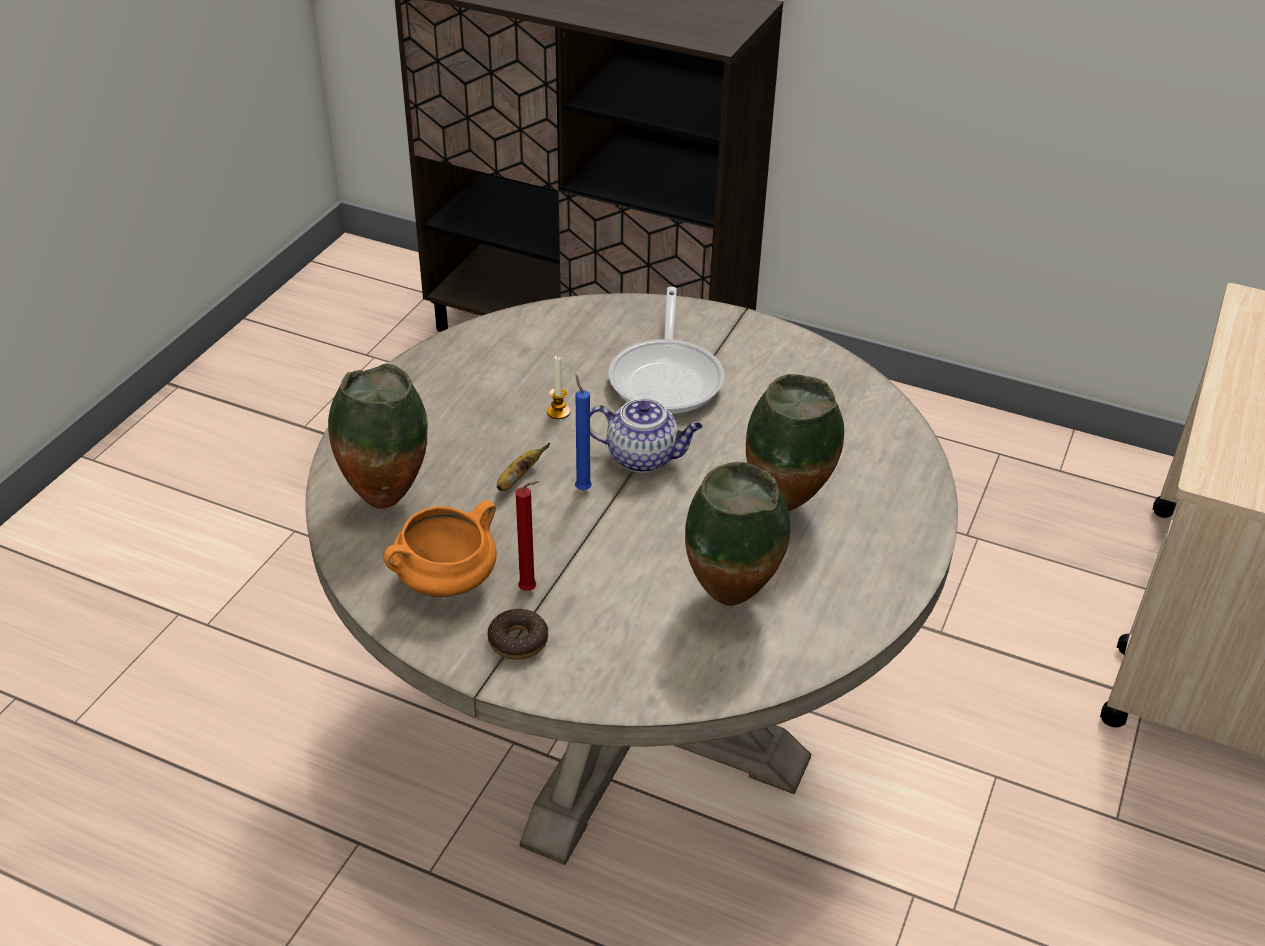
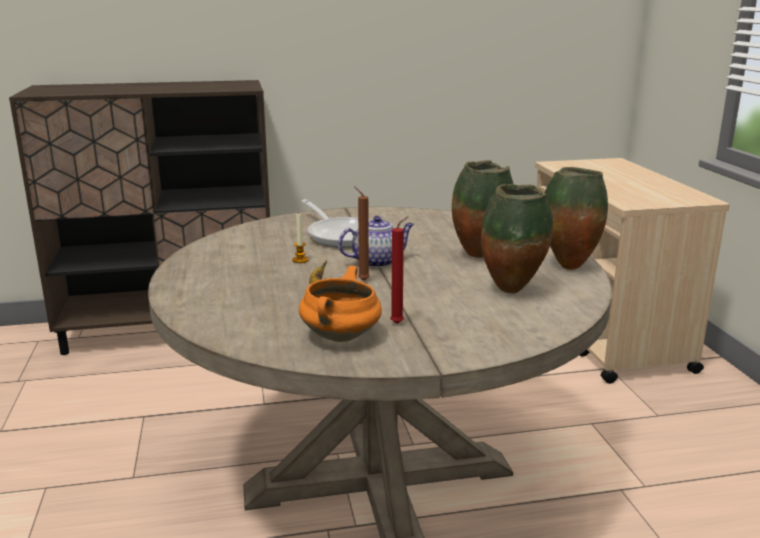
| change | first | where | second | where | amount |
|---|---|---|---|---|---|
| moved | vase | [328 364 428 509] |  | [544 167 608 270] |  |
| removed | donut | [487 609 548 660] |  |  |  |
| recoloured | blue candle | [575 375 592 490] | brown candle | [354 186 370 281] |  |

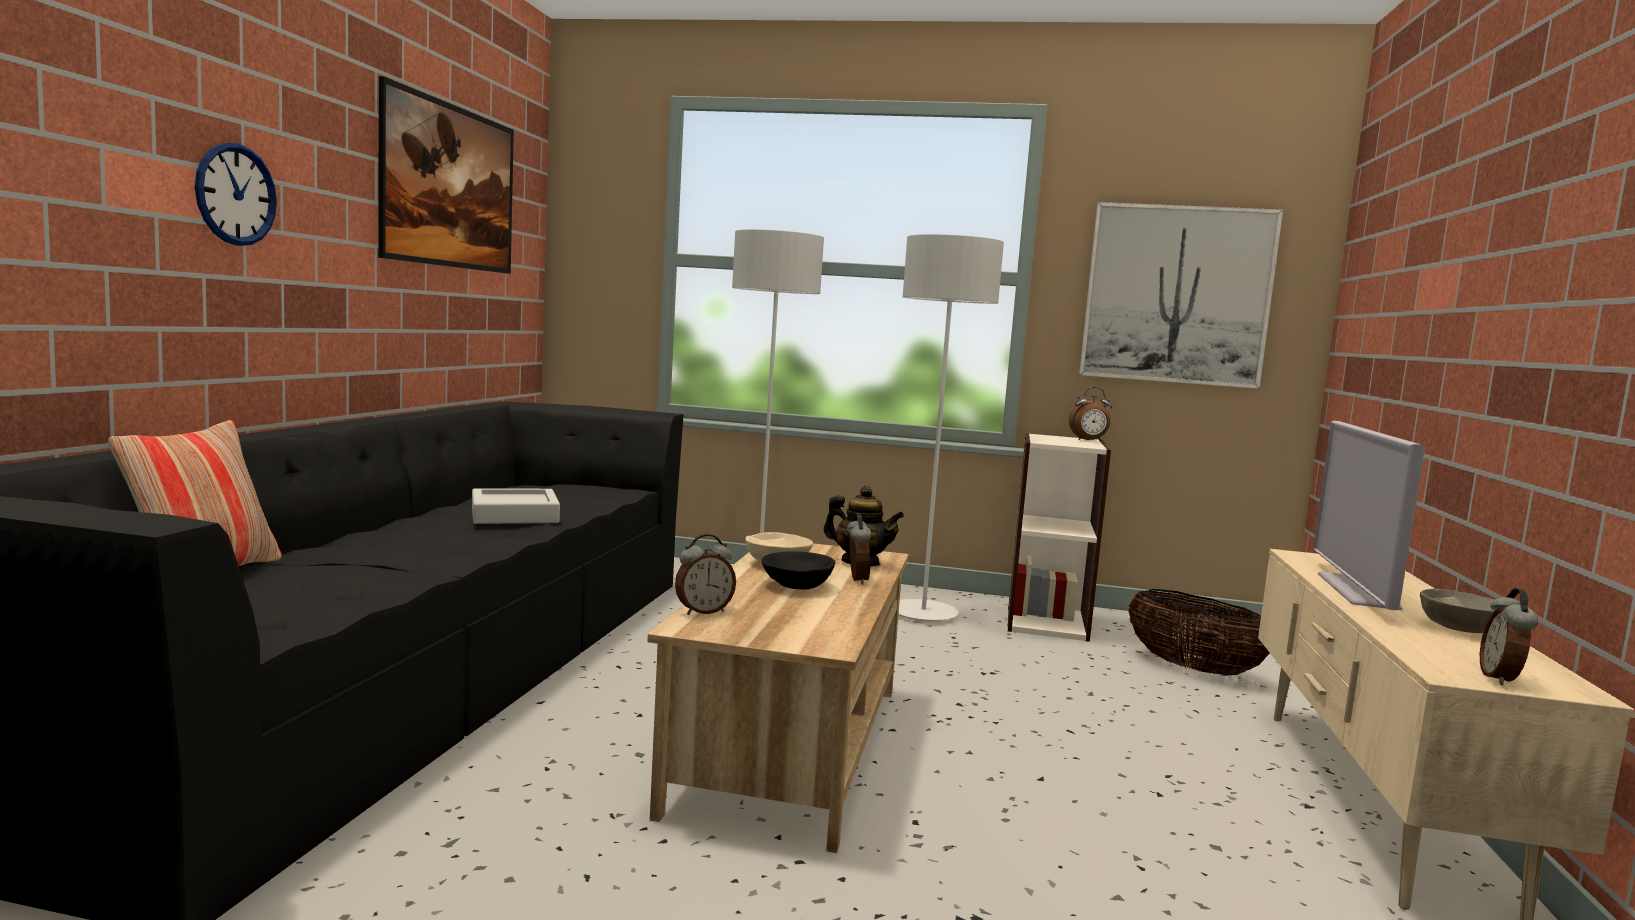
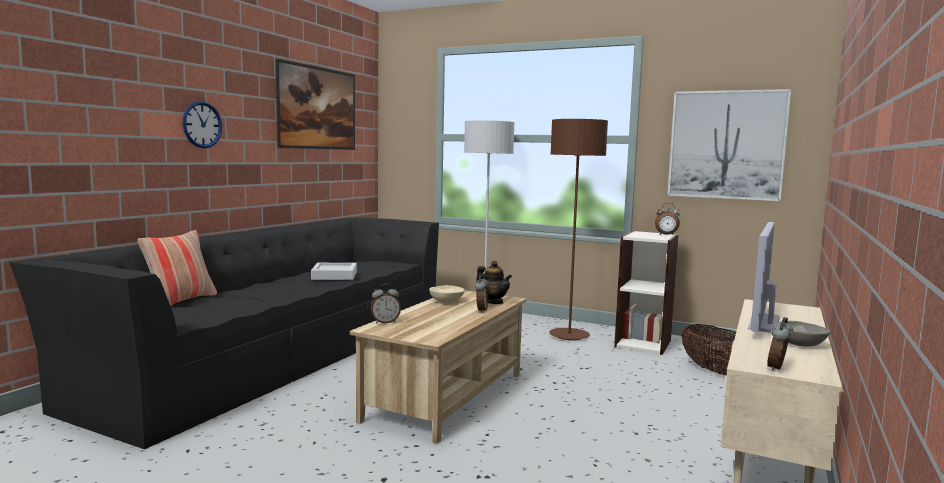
| change | first | where | second | where | amount |
|---|---|---|---|---|---|
| removed | black bowl | [761 551 835 590] |  |  |  |
| recoloured | grey floor lamp | [899 234 1004 622] | brown floor lamp | [549 119 608 340] |  |

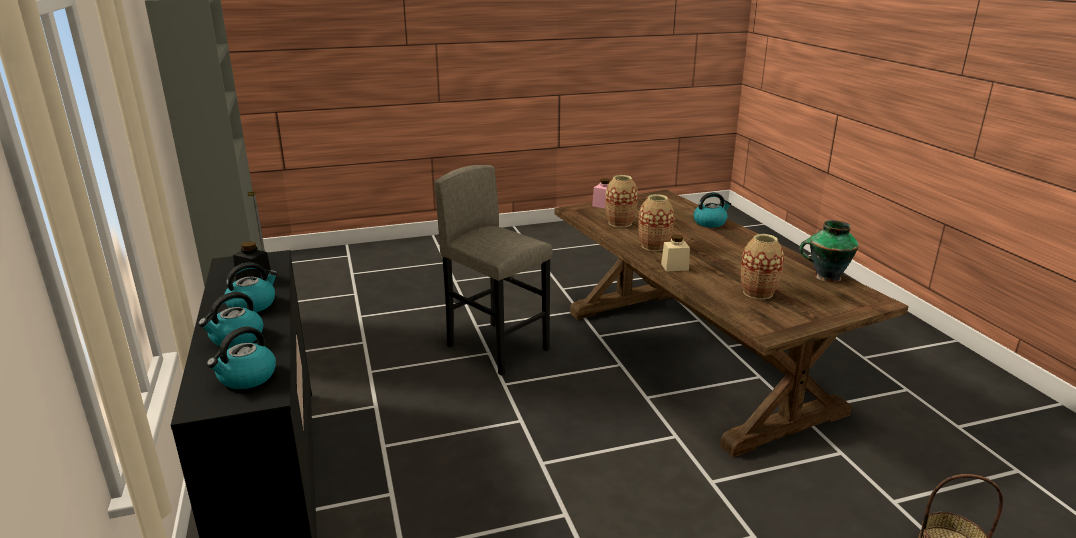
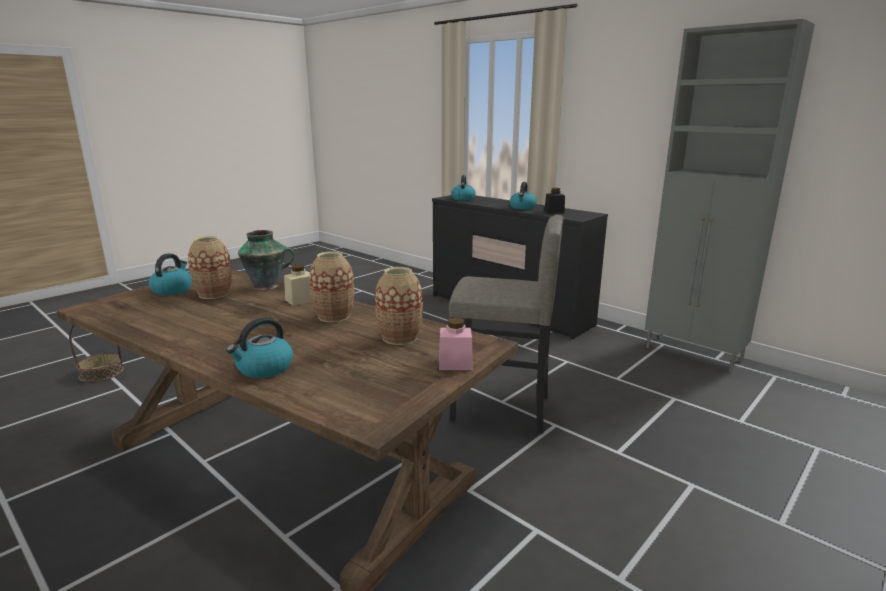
| change | first | where | second | where | amount |
|---|---|---|---|---|---|
| moved | kettle | [198 292 263 348] |  | [149 253 192 295] |  |
| moved | vase | [799 220 859 282] |  | [238 230 295 290] |  |

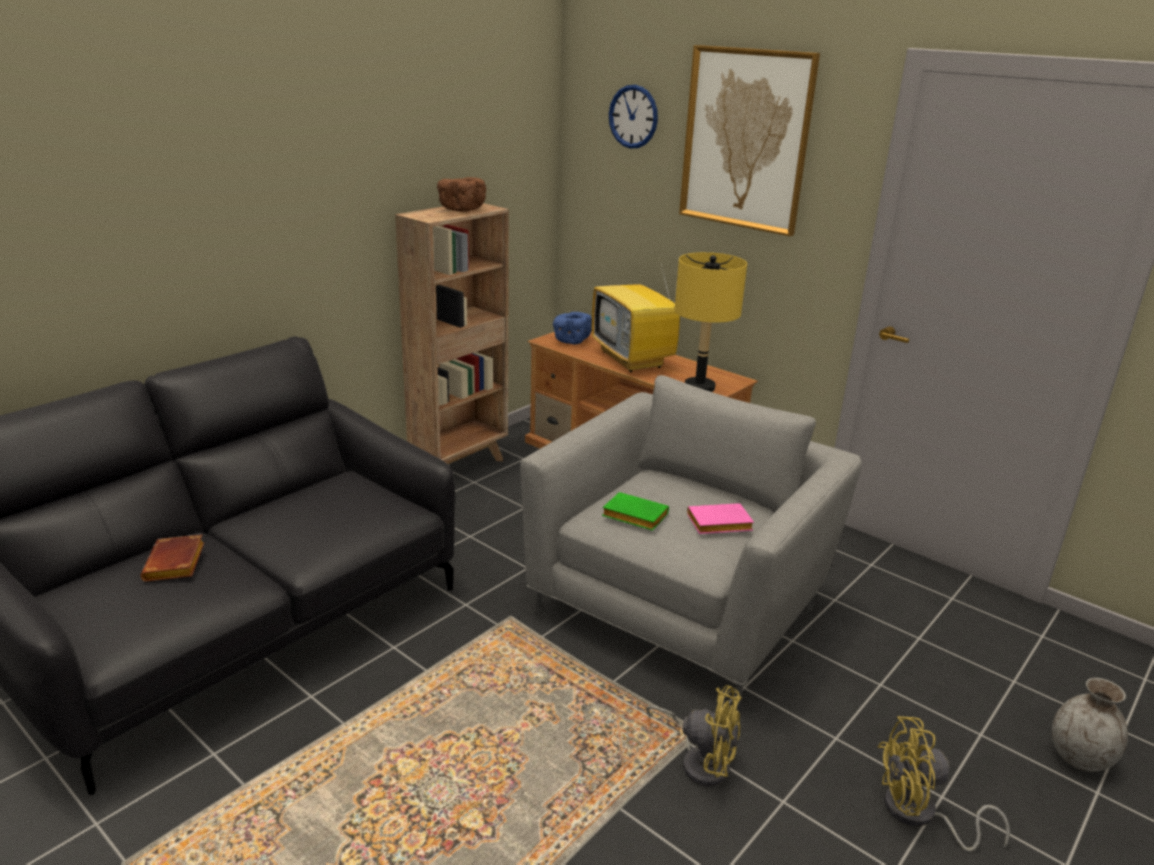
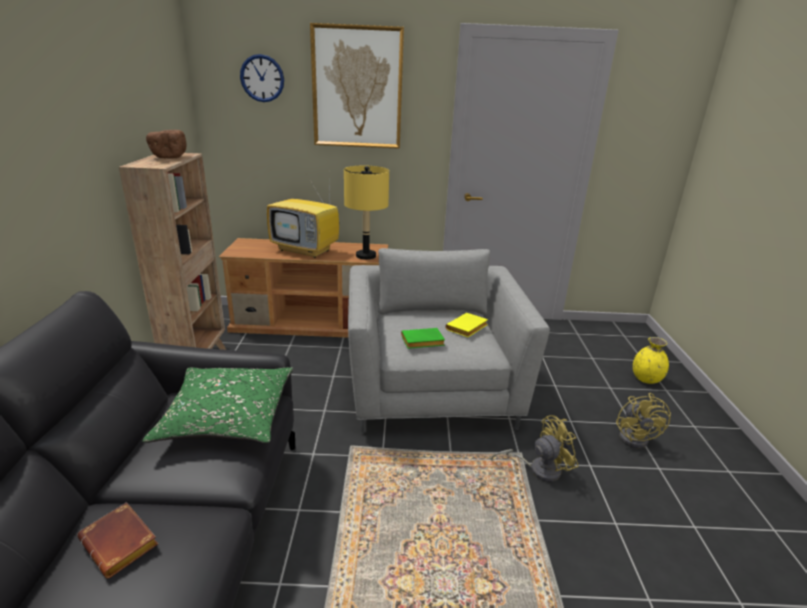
| change | first | where | second | where | amount |
|---|---|---|---|---|---|
| removed | blue bowl | [553 312 592 344] |  |  |  |
| recoloured | pink book | [687 503 754 534] | yellow book | [445 313 488 337] |  |
| turned | yellow fan | [877 716 1010 852] |  | [616 393 671 449] | 45 degrees counterclockwise |
| recoloured | grey vase | [1052 678 1128 772] | yellow vase | [633 337 669 384] |  |
| added |  |  | green pillow | [142 367 293 443] |  |

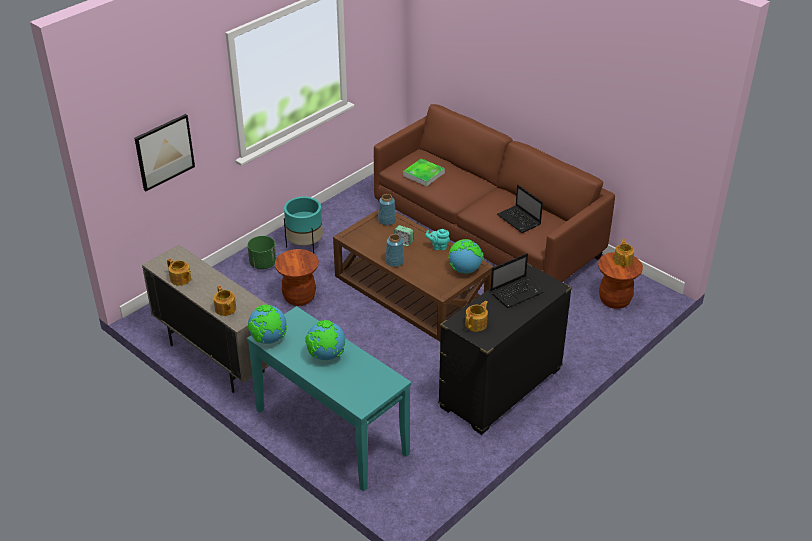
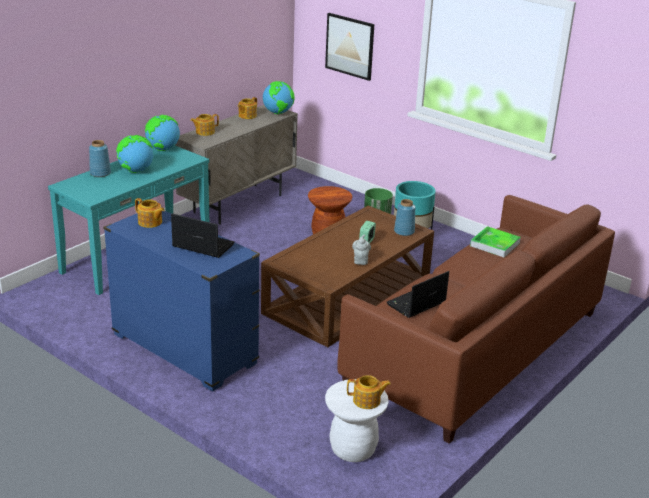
| change | first | where | second | where | amount |
|---|---|---|---|---|---|
| moved | blue vase | [385 234 404 267] |  | [89 140 111 177] |  |
| recoloured | turquoise teapot | [426 229 450 251] | grey teapot | [352 235 371 265] |  |
| recoloured | black dresser | [438 263 572 435] | blue dresser | [103 211 260 392] |  |
| moved | globe | [448 239 484 274] |  | [263 81 295 114] |  |
| turned | laptop | [490 253 543 308] |  | [171 213 234 258] | 150 degrees clockwise |
| recoloured | brown stool | [598 252 643 309] | white stool | [325 379 389 462] |  |

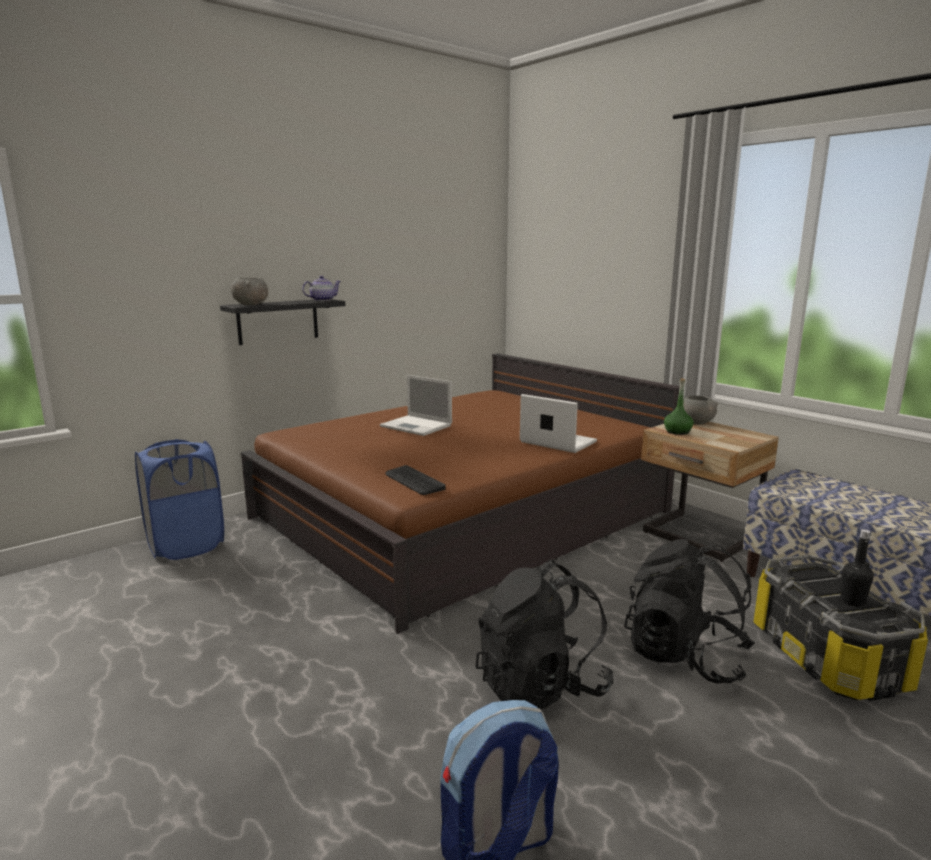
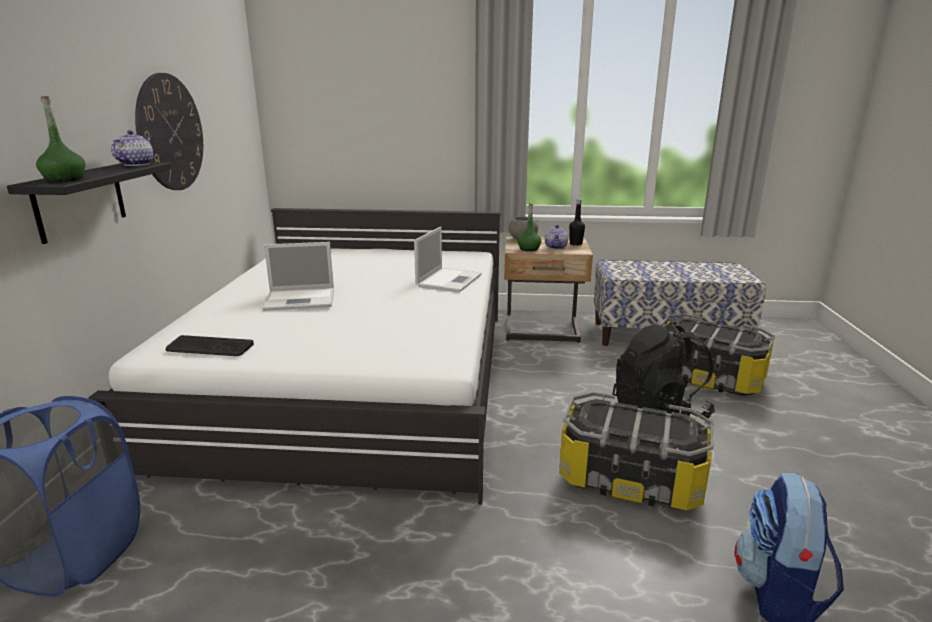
| change | first | where | second | where | amount |
|---|---|---|---|---|---|
| replaced | grey bowl | [231 278 268 305] | green bottle | [36 96 86 182] |  |
| recoloured | brown bed | [241 353 680 634] | white bed | [88 208 501 505] |  |
| moved | keyboard | [385 465 446 495] |  | [166 335 254 356] |  |
| replaced | black backpack | [476 560 614 709] | storage box | [559 392 714 510] |  |
| turned | laptop | [520 394 597 453] |  | [414 227 482 292] | 120 degrees clockwise |
| moved | black bottle | [840 529 874 607] |  | [569 199 585 246] |  |
| added |  |  | wall clock | [135 73 203 190] |  |
| added |  |  | teapot | [545 225 568 249] |  |

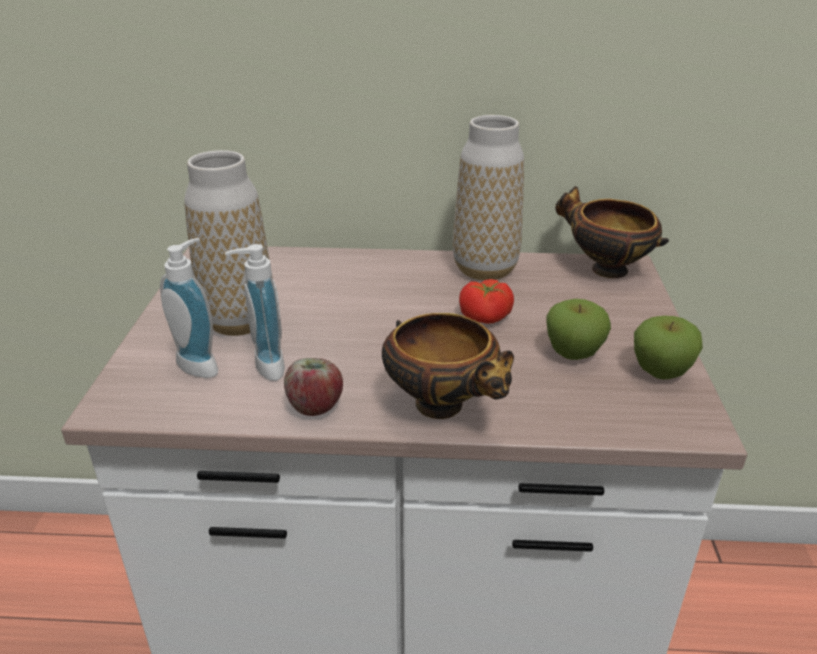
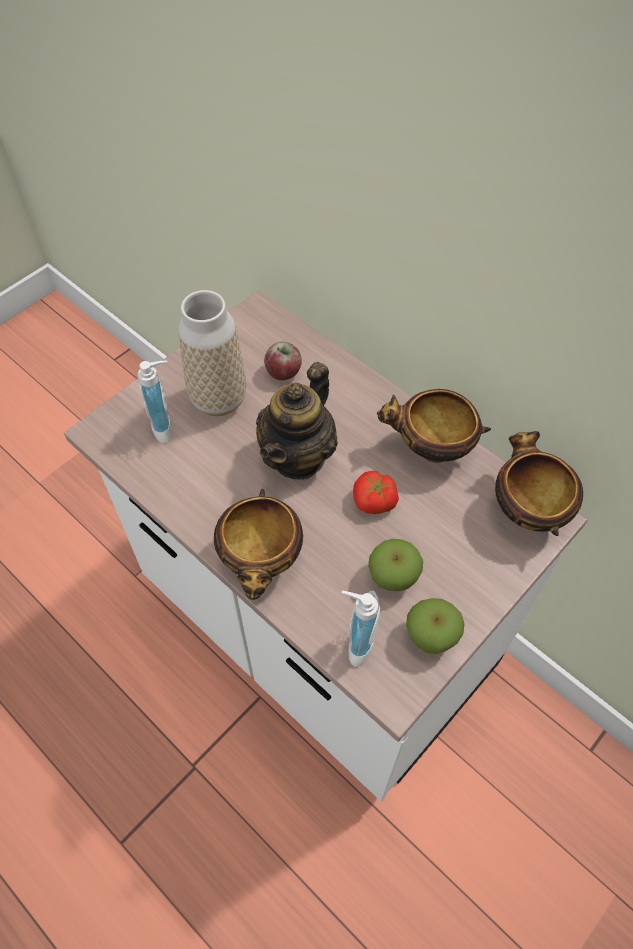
| change | first | where | second | where | amount |
|---|---|---|---|---|---|
| moved | soap dispenser | [225 244 285 381] |  | [341 591 380 666] |  |
| moved | apple | [284 358 343 416] |  | [264 342 302 380] |  |
| replaced | vase | [453 115 524 281] | bowl | [377 389 491 463] |  |
| added |  |  | teapot | [256 362 338 480] |  |

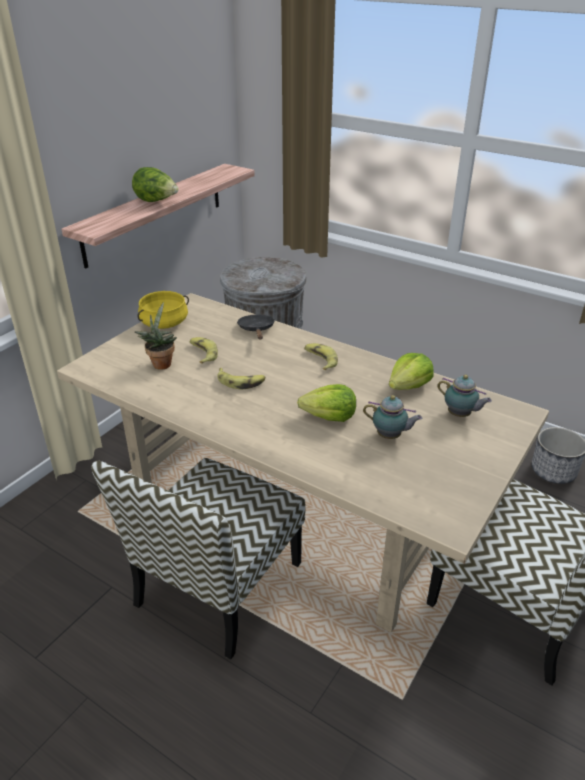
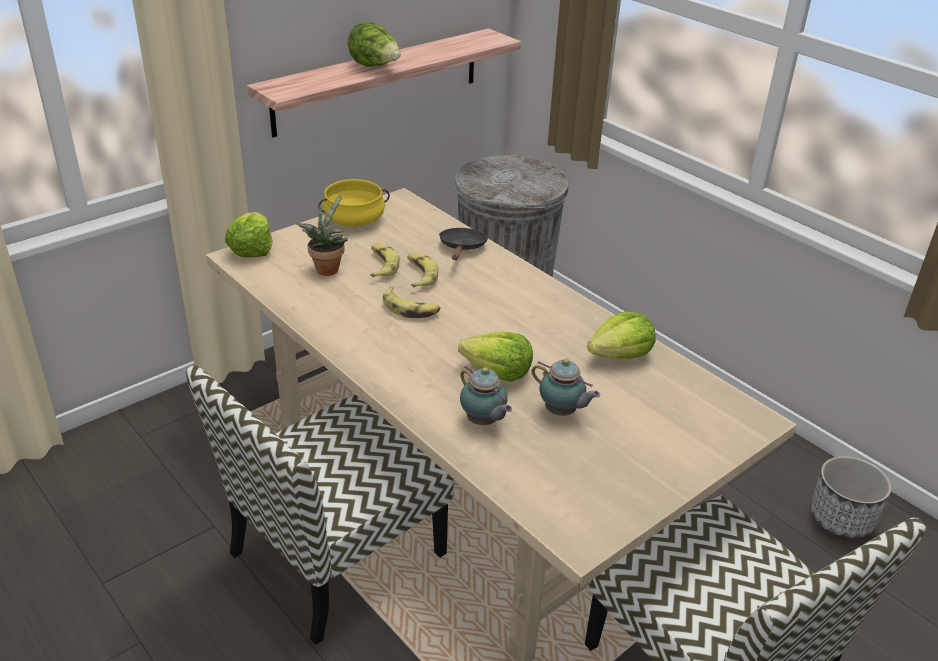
| change | first | where | second | where | amount |
|---|---|---|---|---|---|
| moved | banana | [304 343 338 370] |  | [407 253 438 288] |  |
| moved | teapot | [437 375 492 417] |  | [460 366 512 425] |  |
| added |  |  | lettuce | [225 212 273 258] |  |

